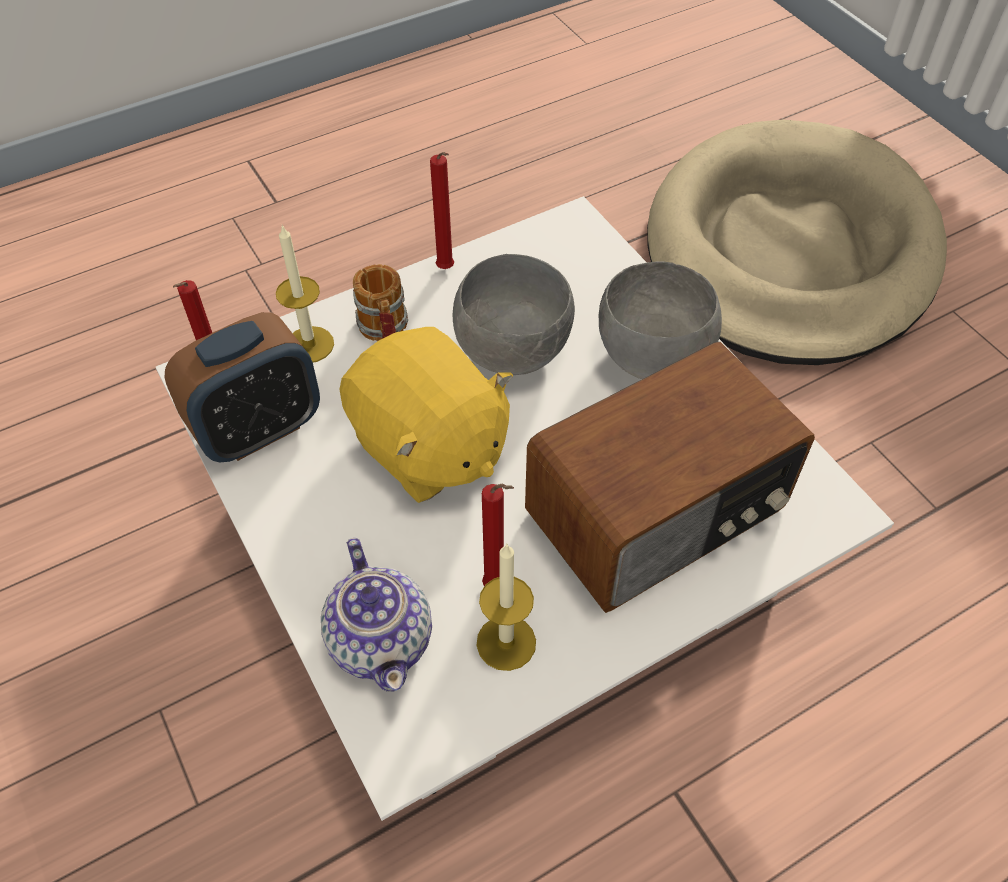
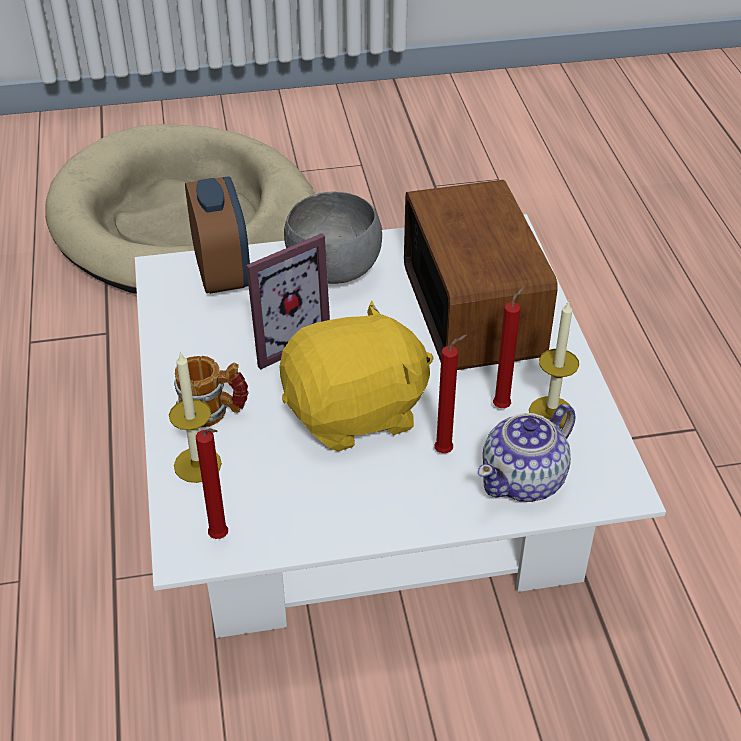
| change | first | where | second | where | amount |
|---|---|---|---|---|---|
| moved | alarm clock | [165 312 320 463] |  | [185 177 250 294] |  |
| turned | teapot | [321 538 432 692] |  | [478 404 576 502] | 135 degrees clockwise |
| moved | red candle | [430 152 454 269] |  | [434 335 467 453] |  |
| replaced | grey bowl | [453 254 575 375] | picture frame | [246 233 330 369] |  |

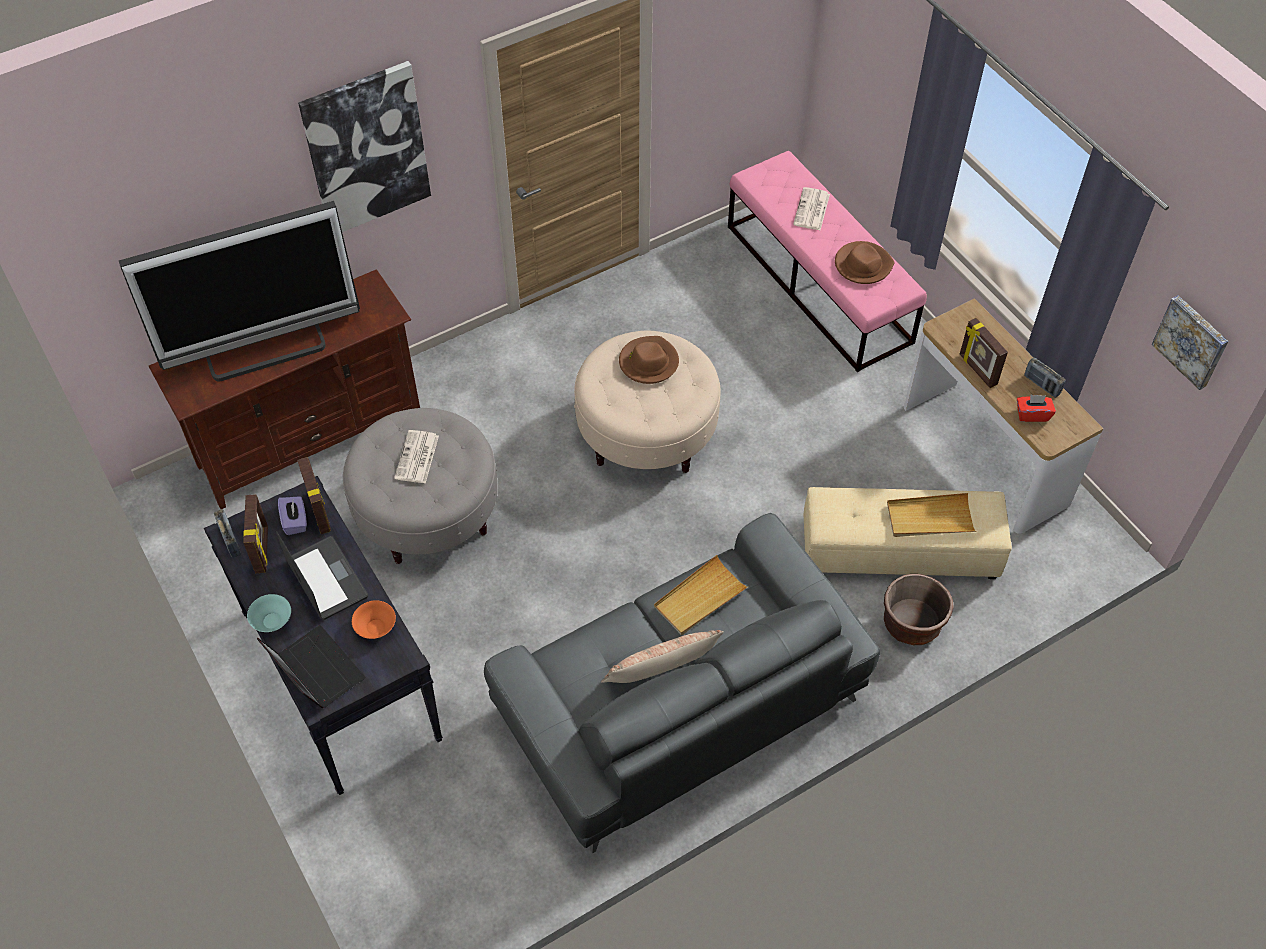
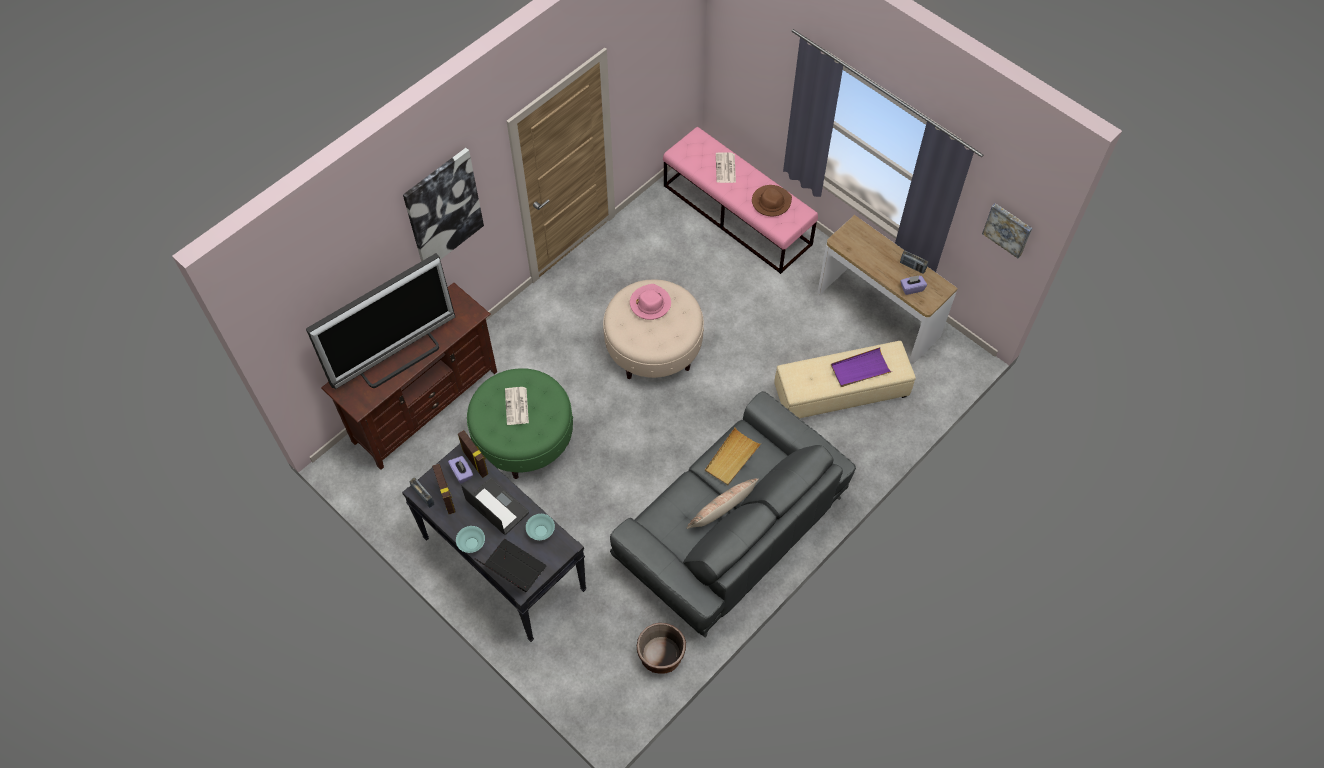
| change | first | where | second | where | amount |
|---|---|---|---|---|---|
| recoloured | grey ottoman | [343 408 497 564] | green ottoman | [467 368 573 479] |  |
| recoloured | orange bowl | [352 600 396 639] | turquoise bowl | [526 514 555 540] |  |
| recoloured | brown hat | [619 336 679 384] | pink hat | [630 284 671 320] |  |
| moved | brown planter | [884 574 954 645] |  | [637 623 686 674] |  |
| recoloured | beige tray | [887 493 977 537] | purple tray | [831 347 891 387] |  |
| removed | picture frame | [960 318 1008 388] |  |  |  |
| recoloured | red tissue box | [1017 394 1056 422] | purple tissue box | [900 276 927 295] |  |

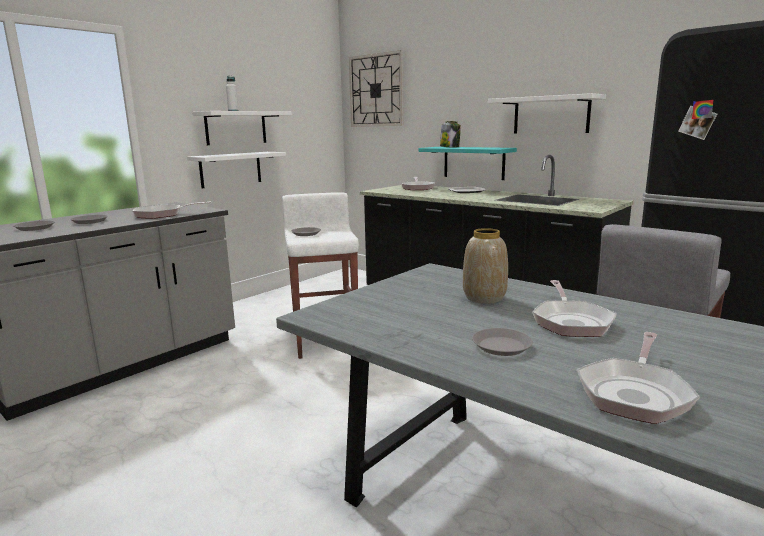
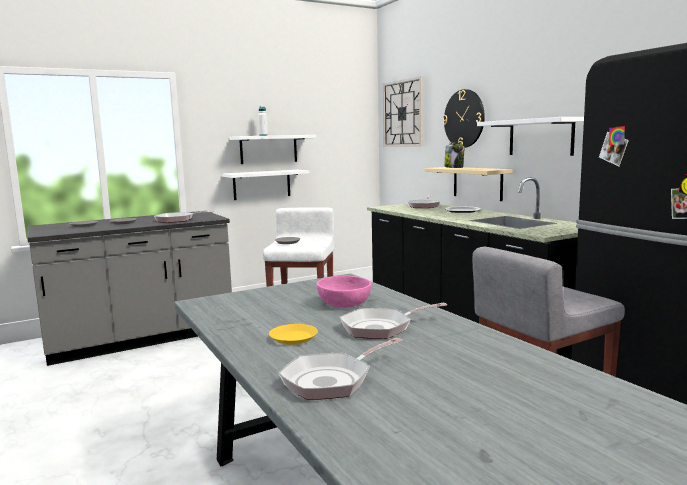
| change | first | where | second | where | amount |
|---|---|---|---|---|---|
| recoloured | turquoise shelf | [418 147 517 180] | beige shelf | [425 167 512 201] |  |
| replaced | vase | [463 228 508 304] | pink bowl | [317 276 371 308] |  |
| recoloured | grey plate | [472 328 533 356] | yellow plate | [269 324 318 345] |  |
| turned | frying pan | [532 280 617 337] |  | [339 303 447 339] | 45 degrees clockwise |
| added |  |  | wall clock | [443 89 485 148] |  |

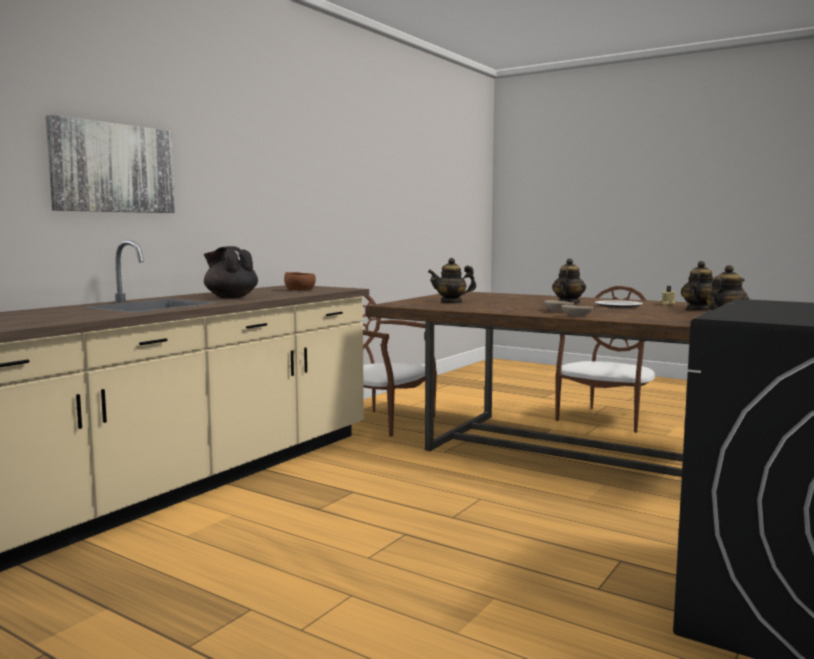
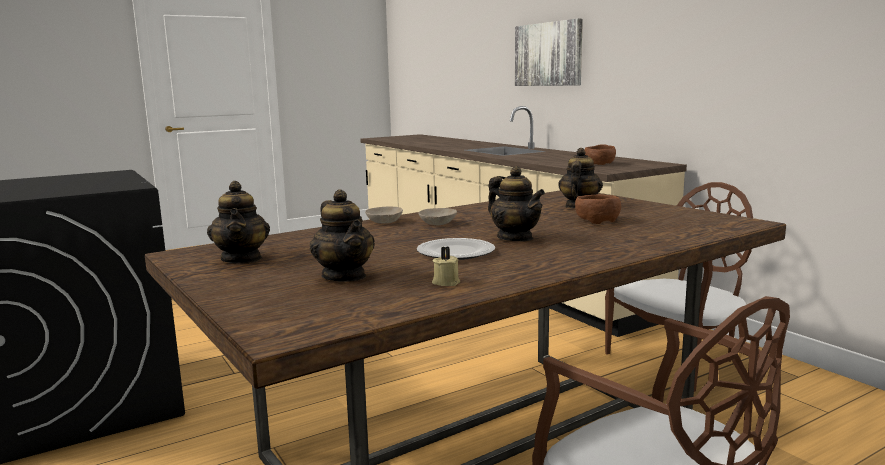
| change | first | where | second | where | amount |
|---|---|---|---|---|---|
| removed | black teapot | [204 246 258 299] |  |  |  |
| added |  |  | brown bowl | [575 195 621 224] |  |

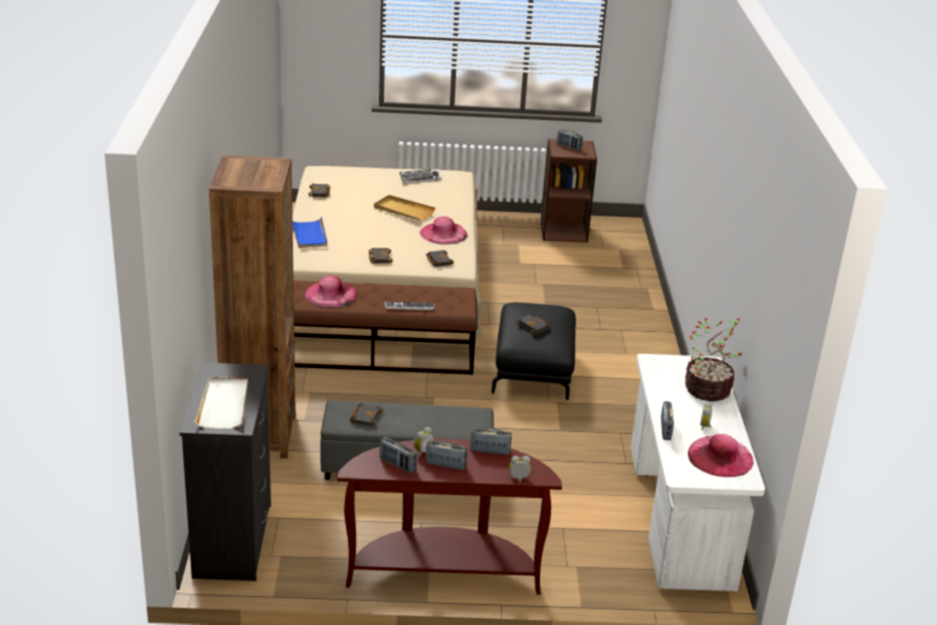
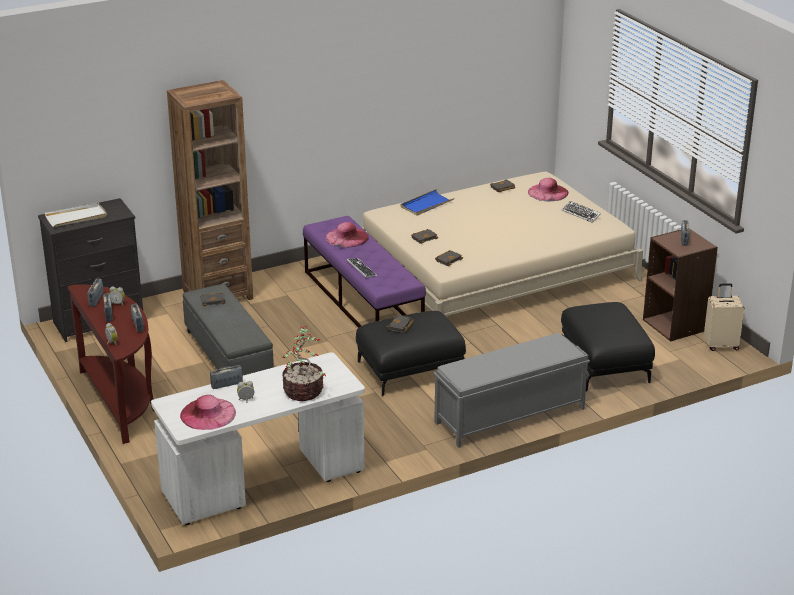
| change | first | where | second | where | amount |
|---|---|---|---|---|---|
| recoloured | brown bench | [293 280 478 375] | purple bench | [303 216 426 328] |  |
| removed | beige tray | [374 195 435 221] |  |  |  |
| moved | pink hat | [420 217 468 245] |  | [528 178 569 202] |  |
| added |  |  | grey bench | [433 333 590 448] |  |
| added |  |  | black ottoman | [561 302 655 391] |  |
| added |  |  | beige suitcase | [704 283 744 351] |  |

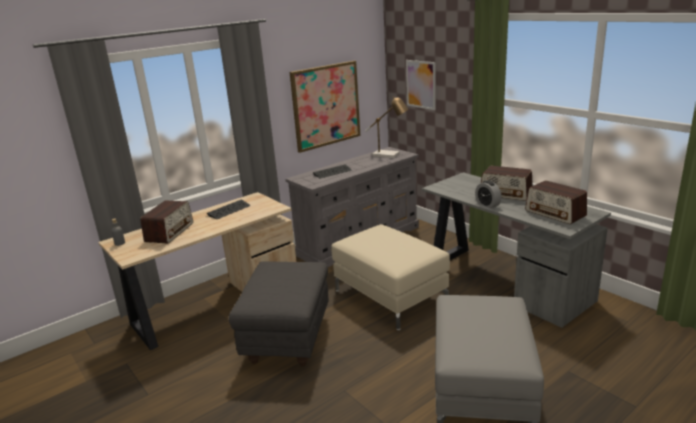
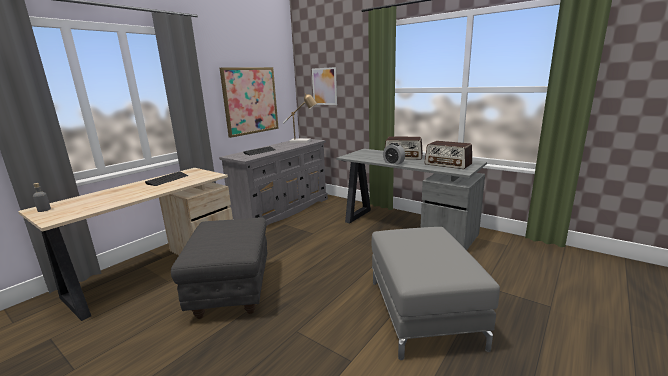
| change | first | where | second | where | amount |
|---|---|---|---|---|---|
| removed | radio | [140 201 193 243] |  |  |  |
| removed | beige ottoman | [331 224 450 330] |  |  |  |

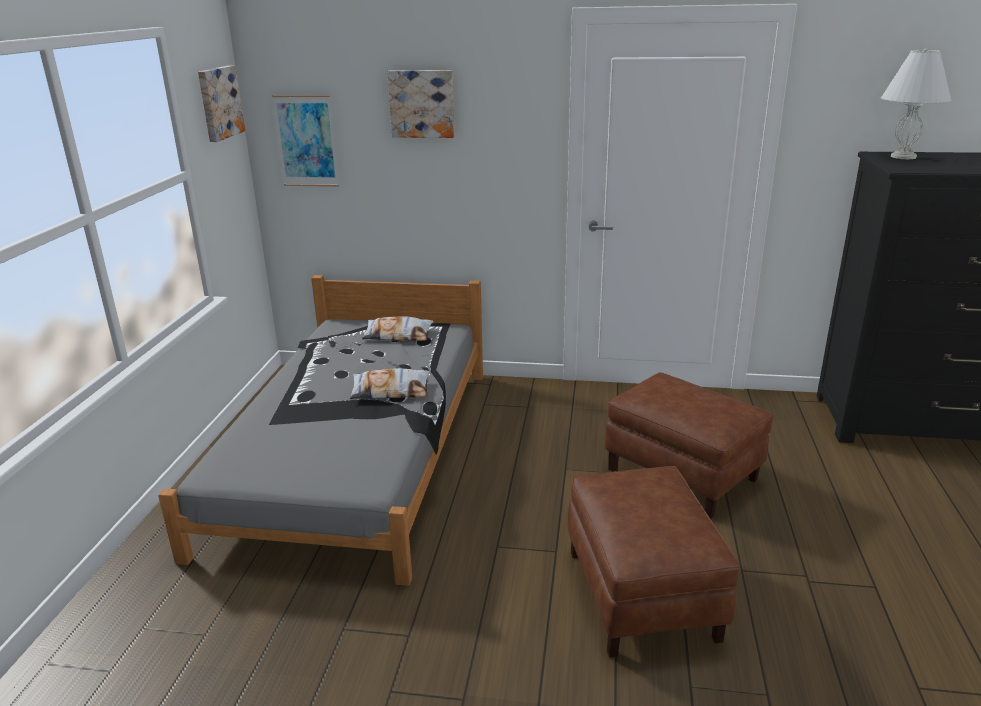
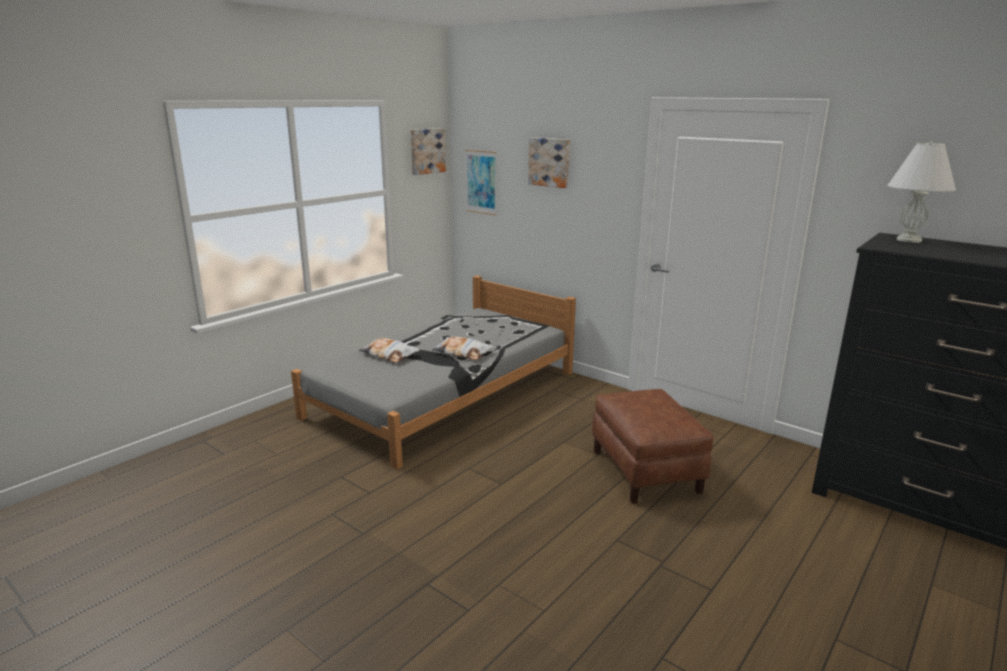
| change | first | where | second | where | amount |
|---|---|---|---|---|---|
| moved | pillow | [362 317 434 341] |  | [359 338 420 363] |  |
| removed | brown ottoman | [567 466 740 658] |  |  |  |

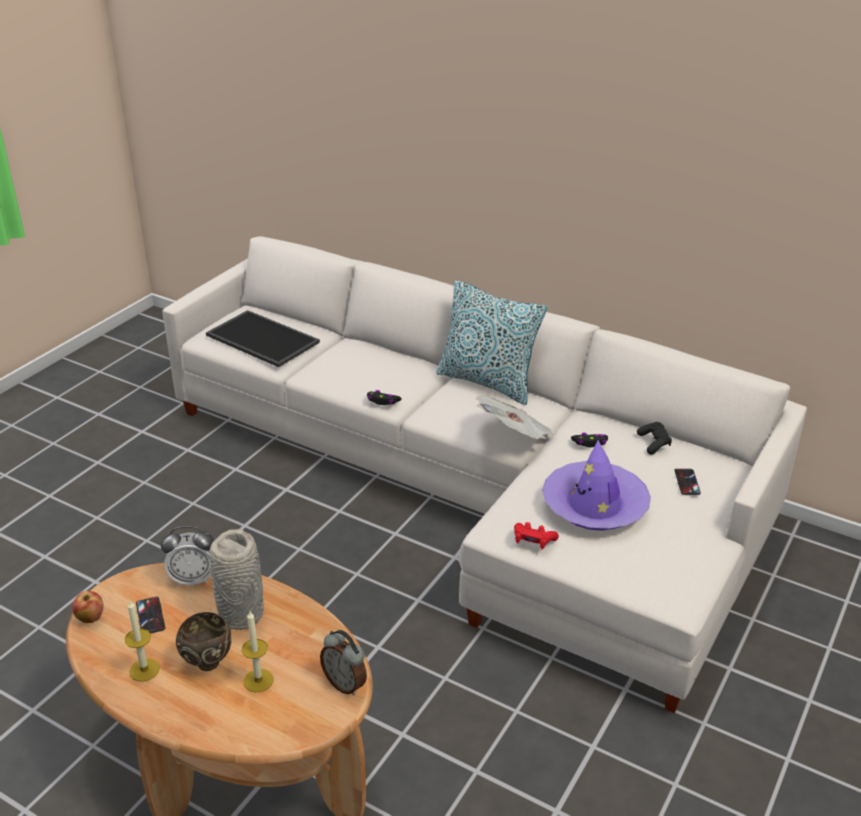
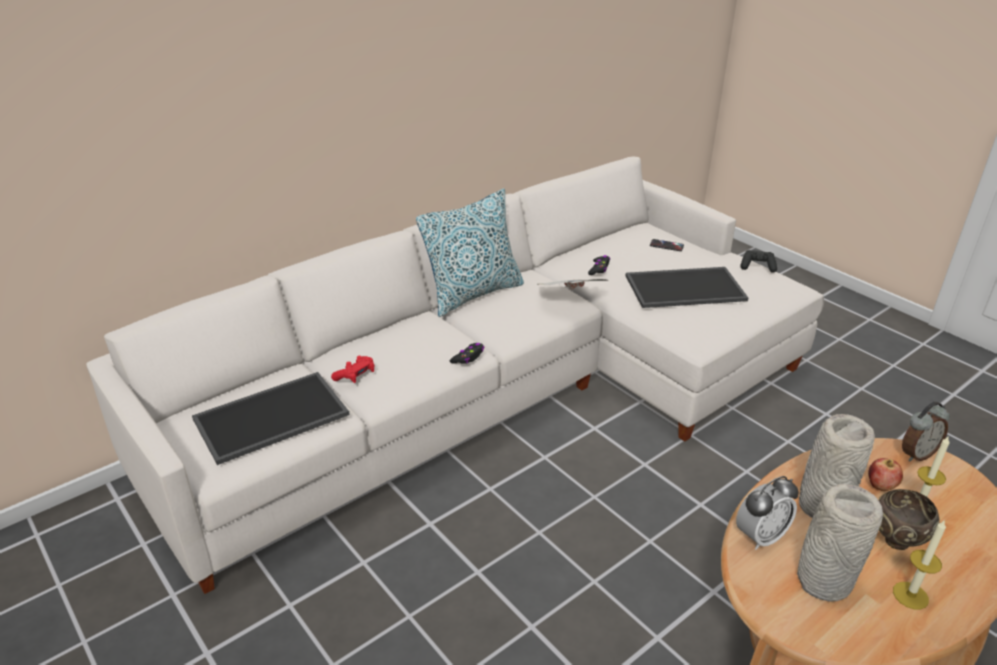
| change | first | where | second | where | amount |
|---|---|---|---|---|---|
| moved | apple | [72 591 104 623] |  | [868 458 903 491] |  |
| replaced | phone | [136 597 165 633] | grey vase | [797 484 883 601] |  |
| turned | alarm clock | [161 526 214 586] |  | [736 476 799 550] | 45 degrees clockwise |
| moved | red game controller | [514 522 559 550] |  | [331 356 374 383] |  |
| replaced | purple hat | [542 440 651 531] | tray | [626 267 748 308] |  |
| moved | black game controller | [637 422 672 455] |  | [740 250 777 273] |  |

